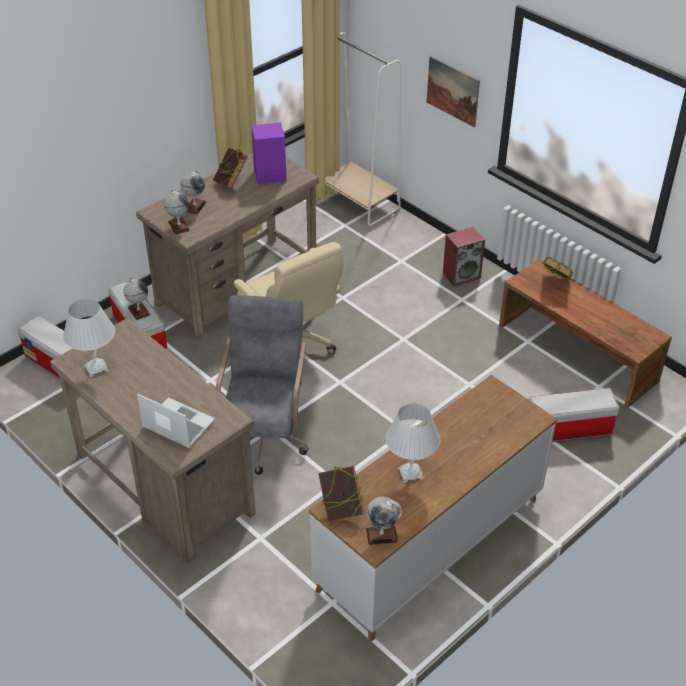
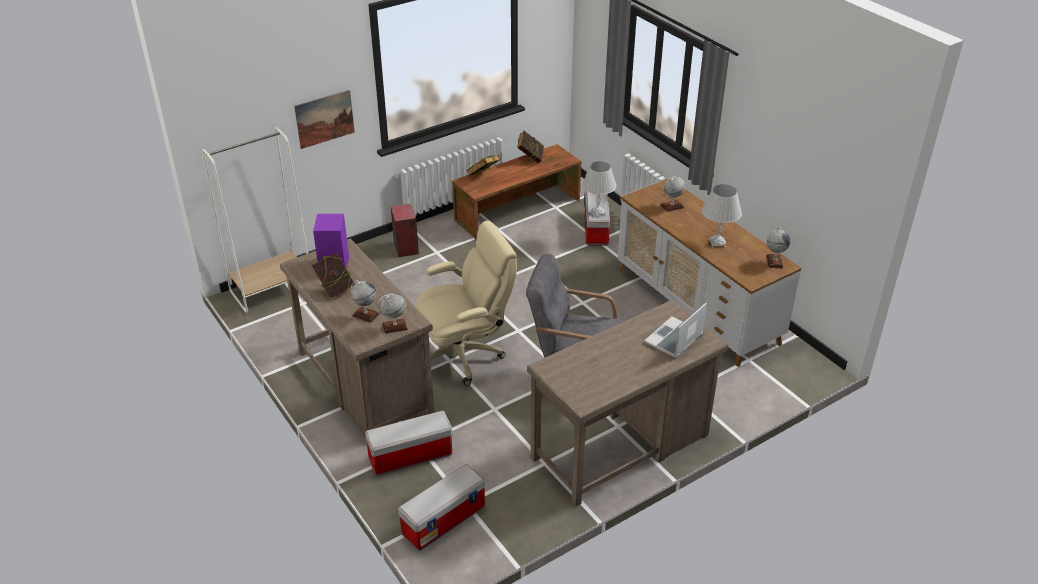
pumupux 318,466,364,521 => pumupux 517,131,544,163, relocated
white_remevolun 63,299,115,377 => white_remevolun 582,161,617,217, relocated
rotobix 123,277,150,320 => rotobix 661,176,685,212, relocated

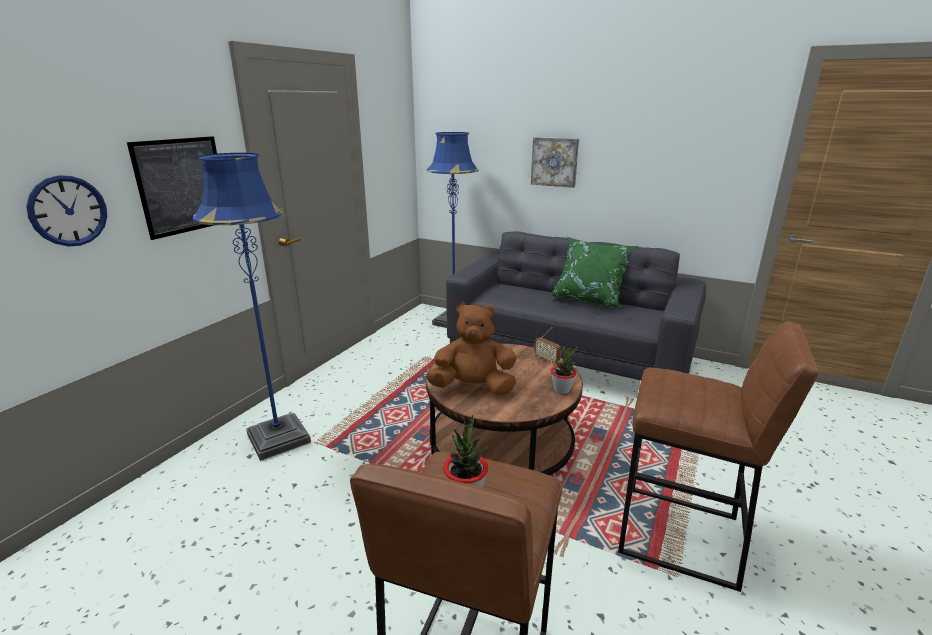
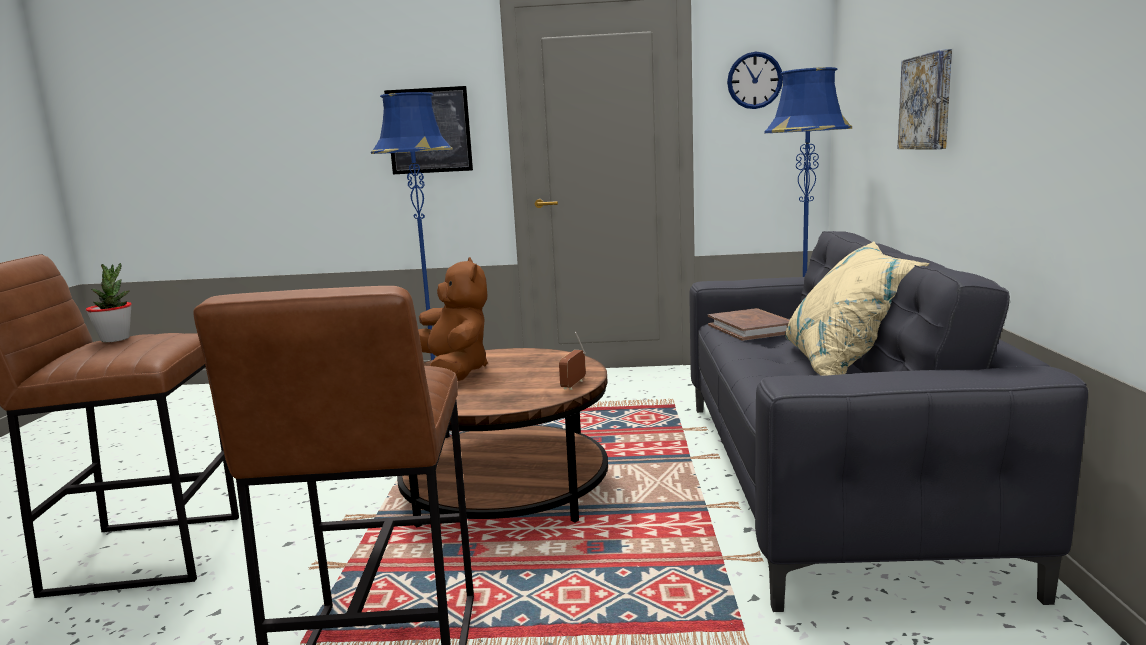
nothing => brown_pumupux 708,308,790,341
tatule 26,175,107,247 => tatule 727,52,783,109, relocated
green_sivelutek 549,237,638,309 => beige_sivelutek 785,241,930,375
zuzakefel 551,346,578,394 => nothing

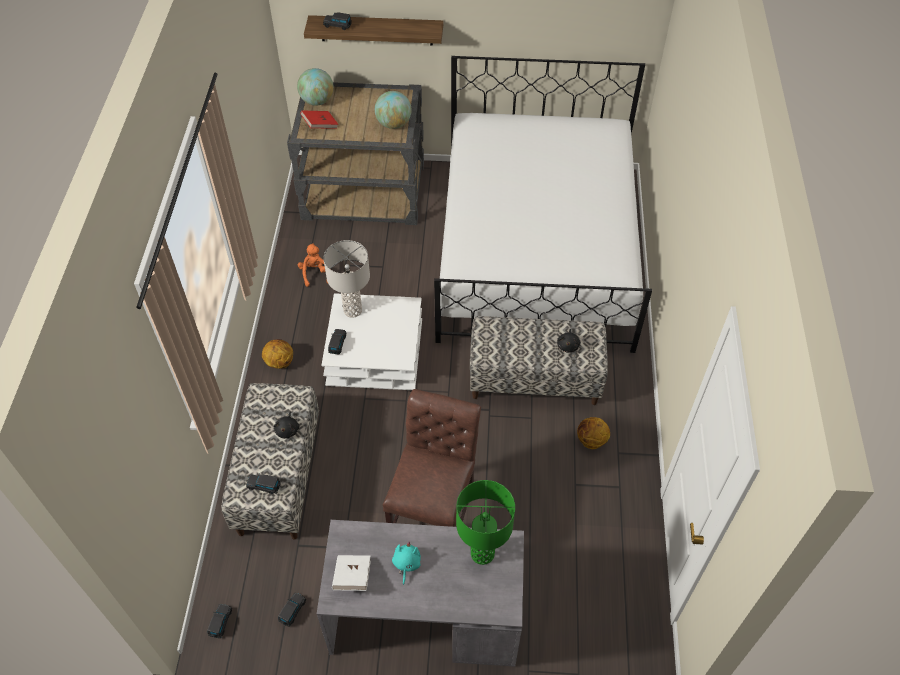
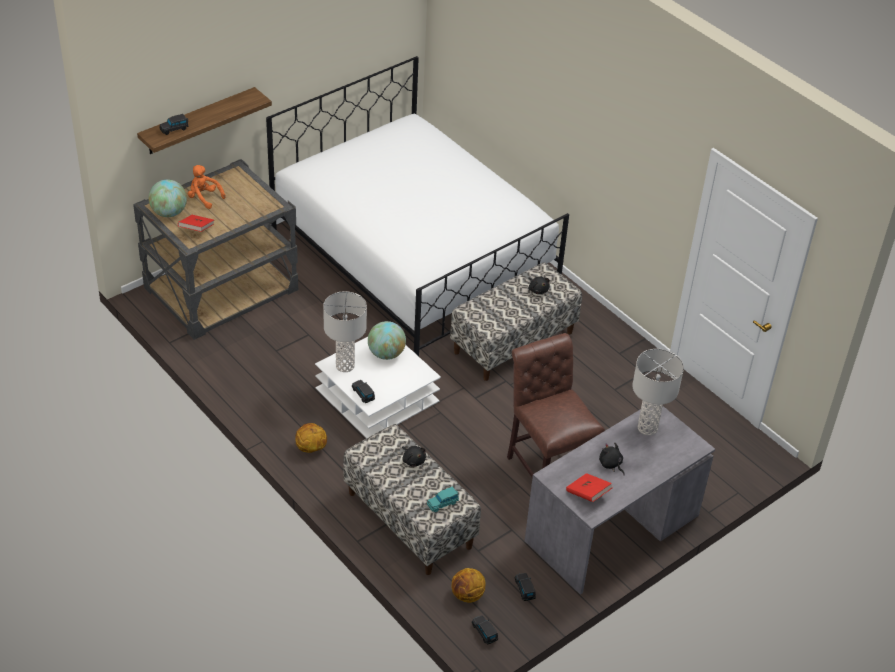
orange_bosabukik 298,243,328,287 => orange_bosabukik 188,165,226,209, relocated
rotobix 375,91,411,129 => rotobix 368,321,406,360, relocated
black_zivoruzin 246,474,281,494 => turquoise_zivoruzin 427,486,459,512
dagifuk 577,417,610,449 => dagifuk 451,568,486,603, relocated
white_pumupux 332,555,371,591 => red_pumupux 566,473,612,502
turquoise_bosabukik 392,541,421,585 => black_bosabukik 599,443,625,475
green_remevolun 456,480,515,565 => white_remevolun 632,349,684,435

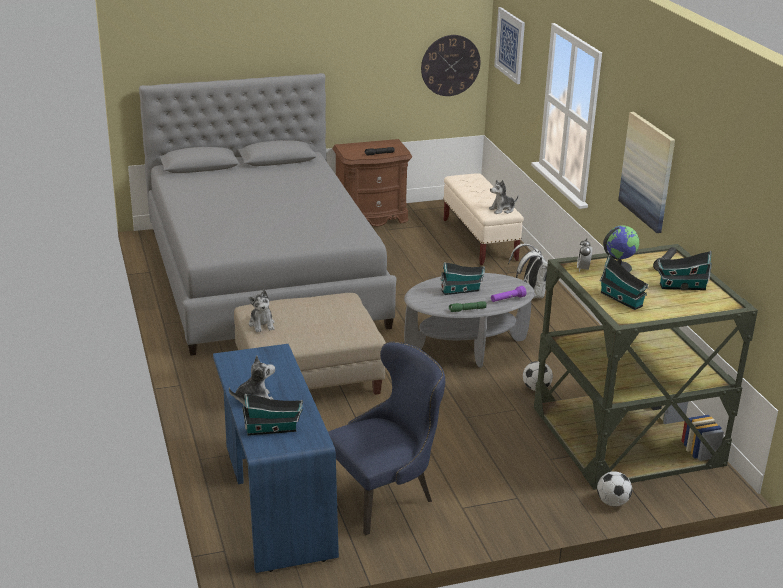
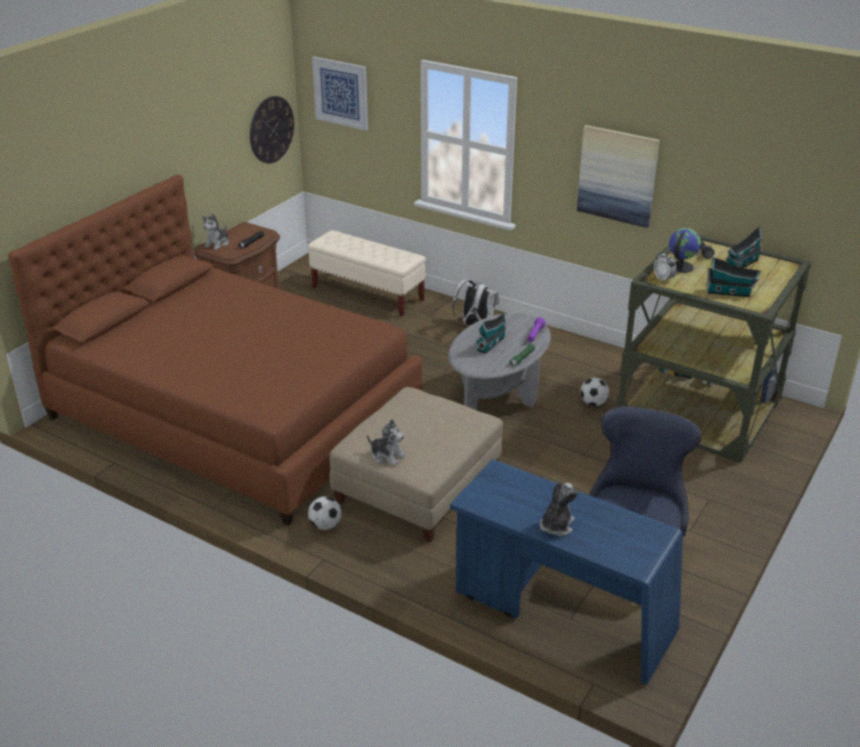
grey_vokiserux 139,73,396,356 => brown_vokiserux 8,175,422,525
bosabukik 489,180,519,214 => bosabukik 203,214,229,250, relocated
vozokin 597,471,632,507 => vozokin 308,496,342,530, relocated
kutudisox 242,393,303,436 => nothing

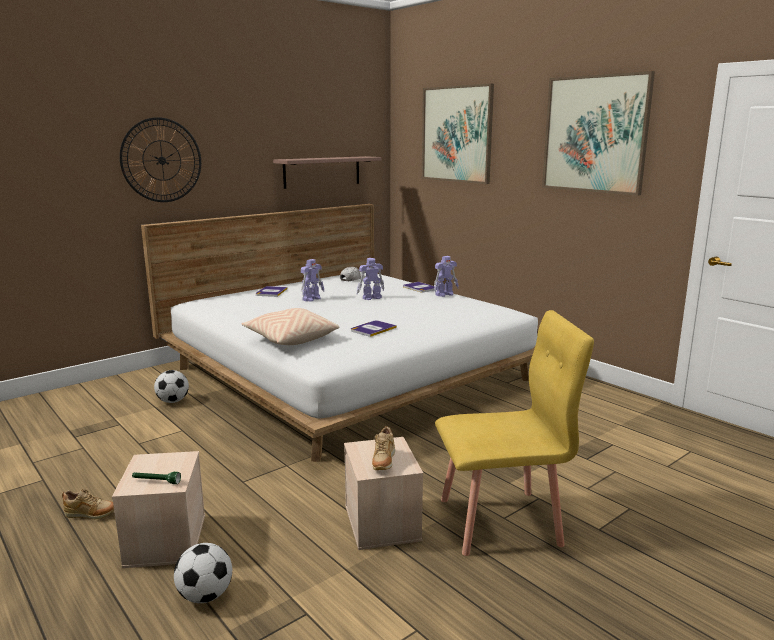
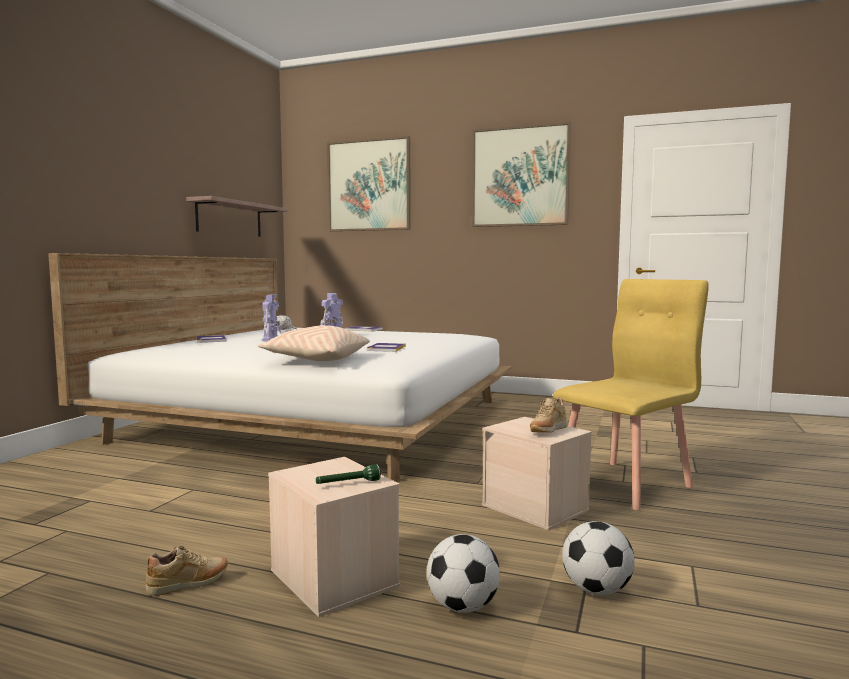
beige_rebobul 372,426,395,470 => beige_rebobul 530,398,567,432, 60 degrees clockwise
vozokin 154,370,189,403 => vozokin 562,521,635,595, relocated
tatule 120,117,201,202 => nothing
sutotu 434,256,459,297 => nothing

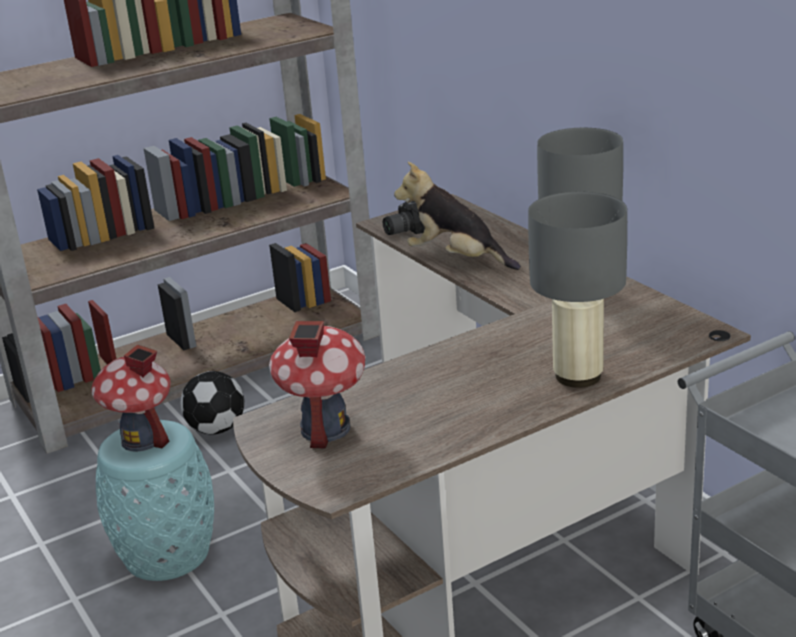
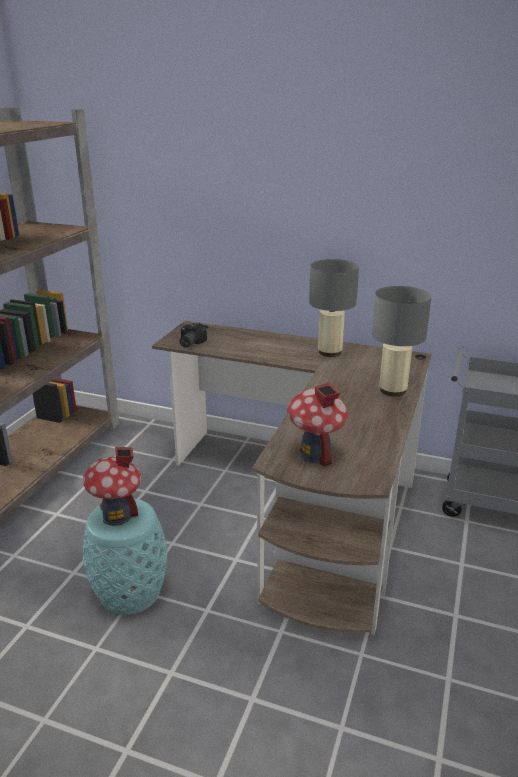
vozokin 181,371,244,435 => nothing
bosabukik 394,162,521,270 => nothing

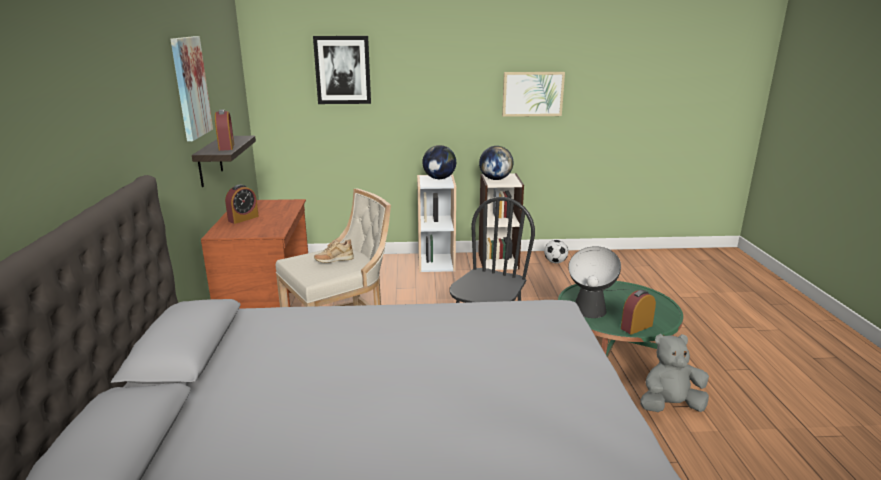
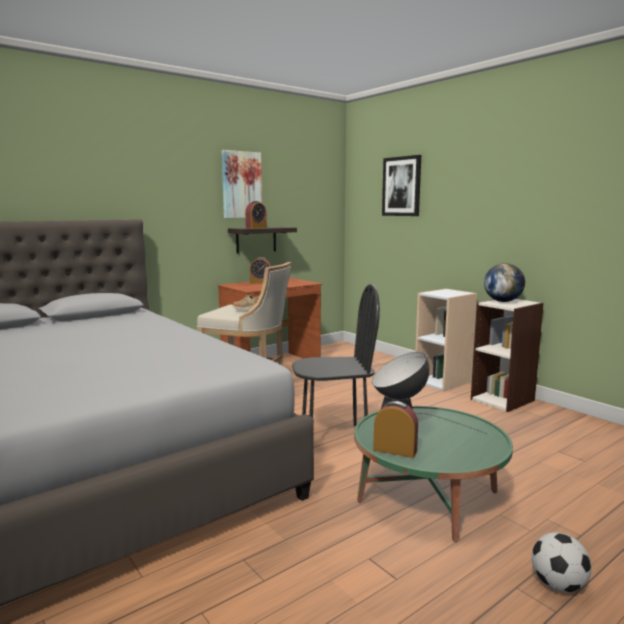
vozokin 544,240,568,263 => vozokin 532,532,592,592, relocated
rotobix 422,145,456,179 => nothing
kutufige 502,72,565,117 => nothing
grey_bosabukik 640,334,709,412 => nothing

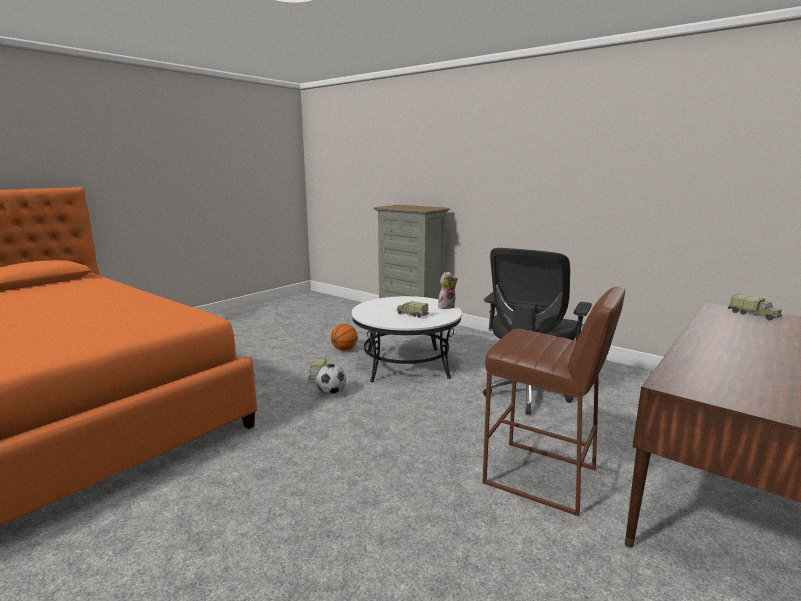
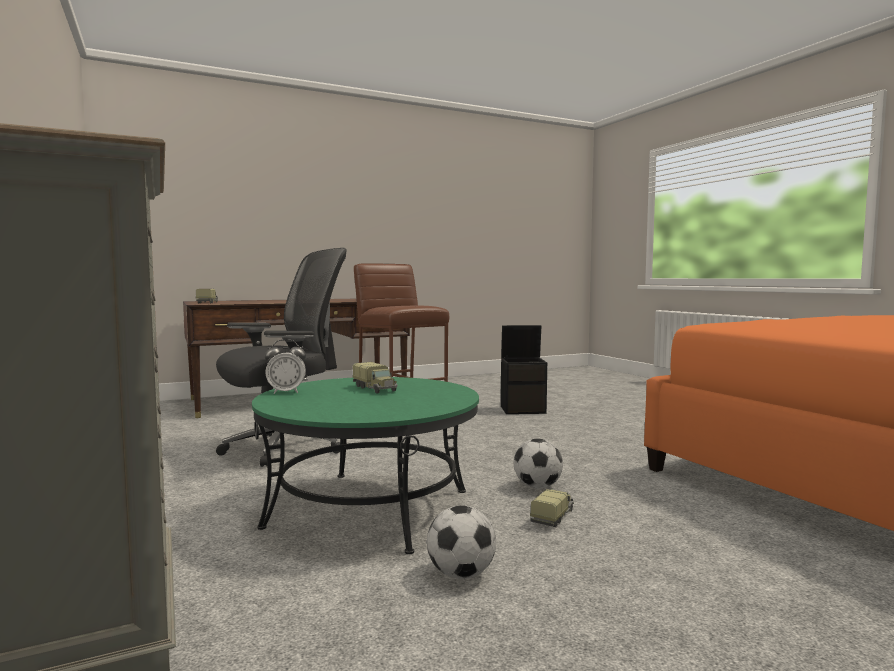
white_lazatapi 352,296,462,382 => green_lazatapi 252,377,479,554
bosabukik 438,272,458,309 => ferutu 265,339,306,394
dagifuk 331,324,358,351 => vozokin 427,505,496,579
nothing => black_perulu 501,325,547,414

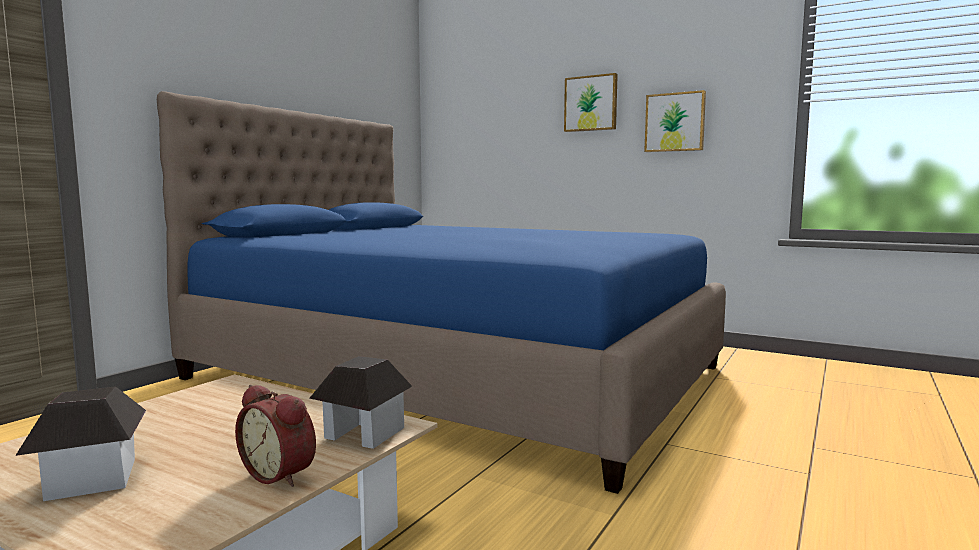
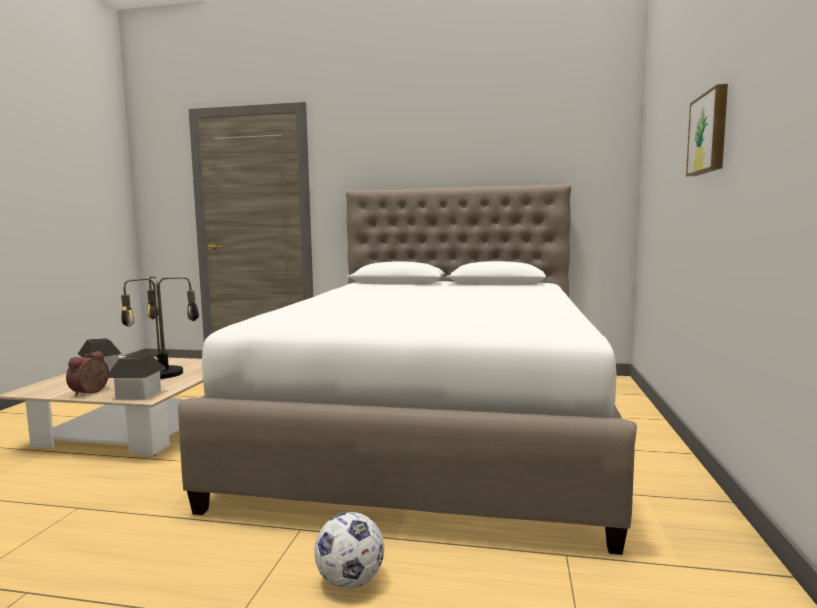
nothing => remevolun 121,276,199,379
blue_vokiserux 157,91,726,494 => white_vokiserux 178,184,637,555
nothing => vozokin 314,512,384,588
kutufige 644,90,706,152 => nothing

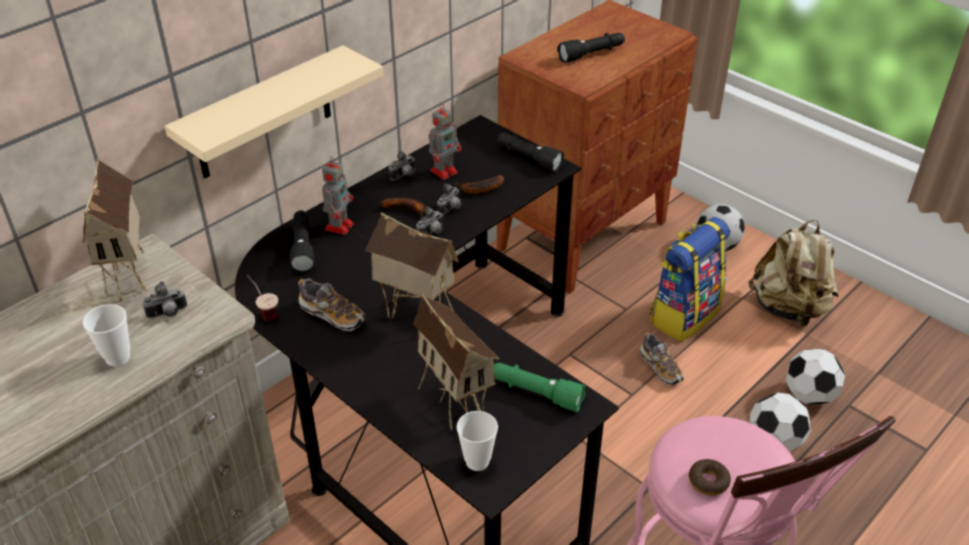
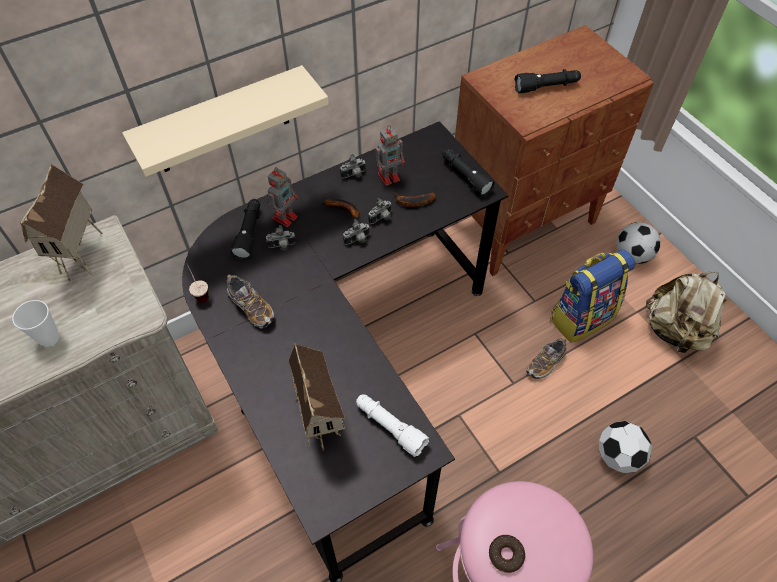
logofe 142,281,187,319 => logofe 266,225,296,250, relocated
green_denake 494,363,586,412 => white_denake 356,394,429,457
rebobul 640,332,684,385 => rebobul 526,338,567,379, 60 degrees clockwise
kutudisox 365,212,459,318 => nothing
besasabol 456,411,498,471 => nothing
vozokin 786,349,845,405 => nothing

